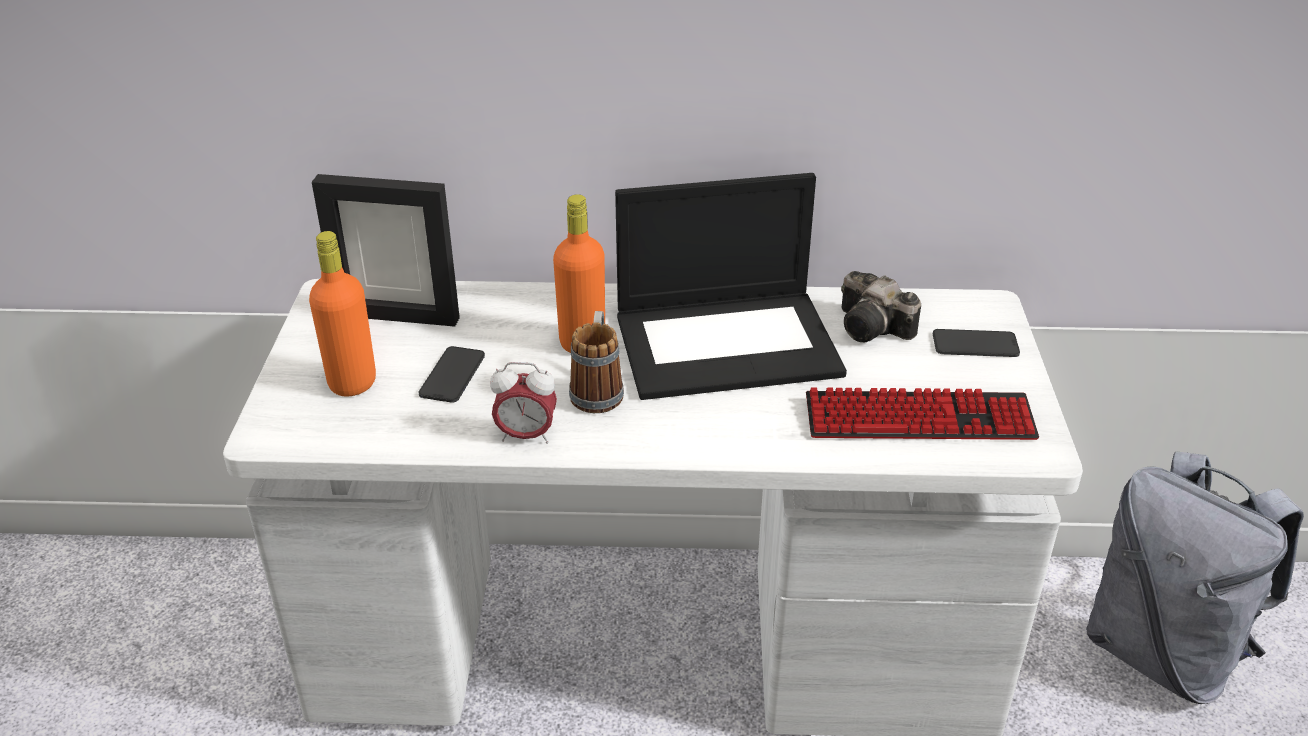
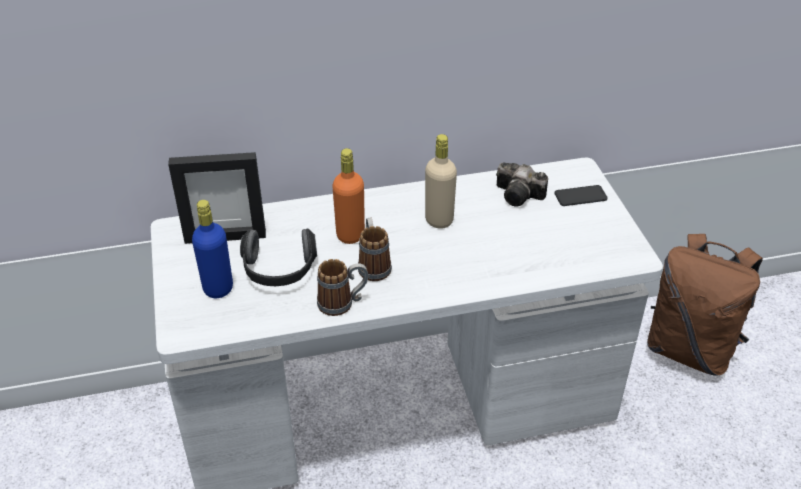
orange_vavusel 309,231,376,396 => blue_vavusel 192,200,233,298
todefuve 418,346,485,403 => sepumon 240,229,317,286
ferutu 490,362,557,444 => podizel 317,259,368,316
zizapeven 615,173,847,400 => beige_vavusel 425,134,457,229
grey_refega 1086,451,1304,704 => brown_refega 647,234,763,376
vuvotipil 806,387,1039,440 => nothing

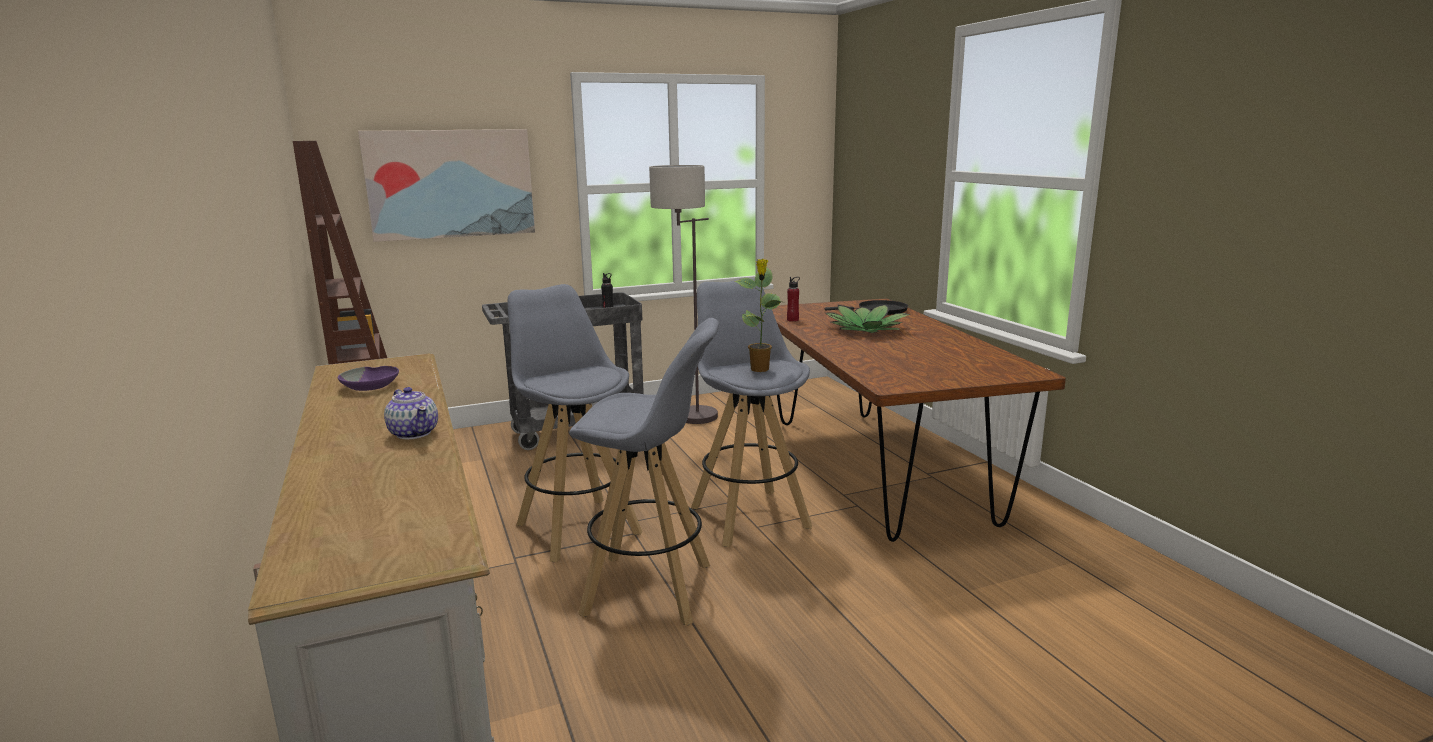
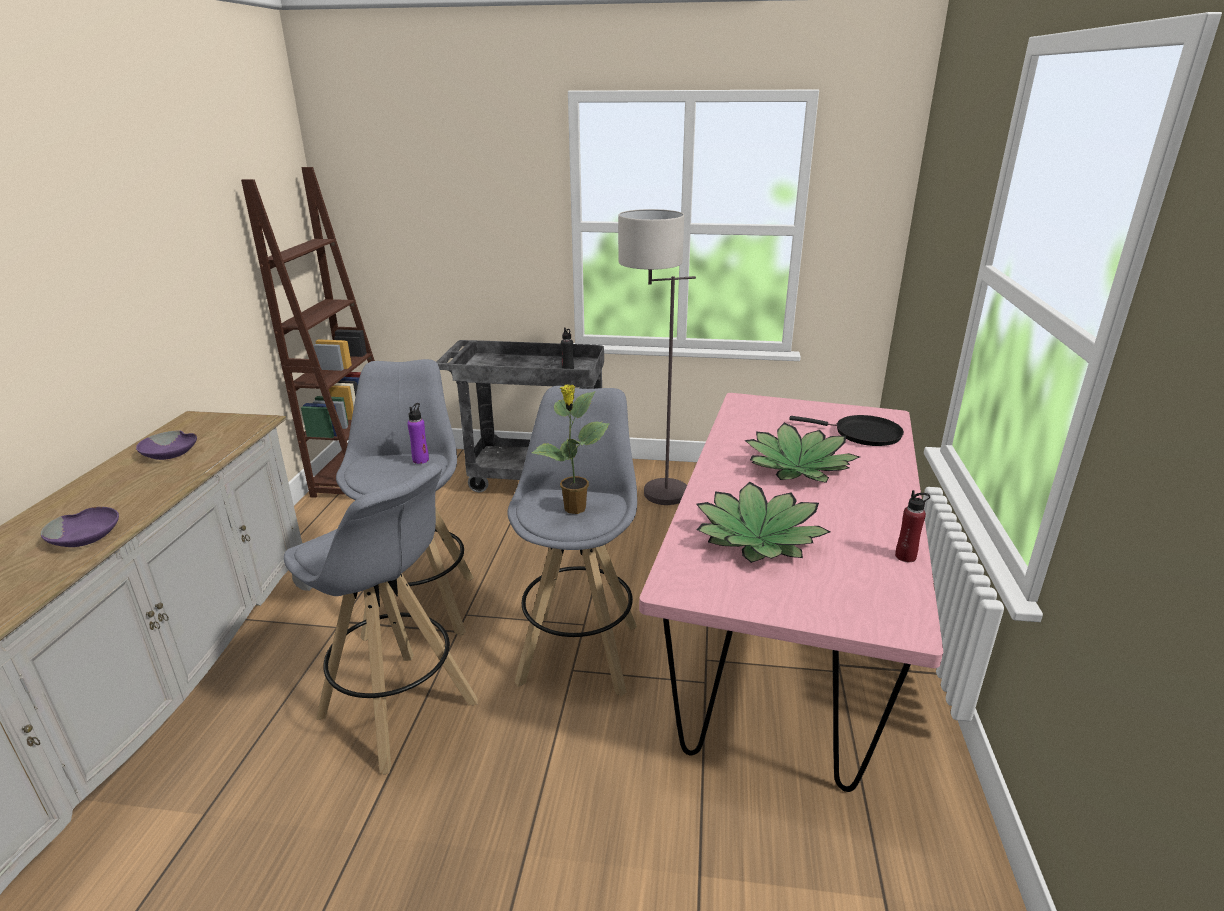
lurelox 384,387,438,439 => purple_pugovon 41,507,119,547
nothing => purple_vavusel 407,403,429,464
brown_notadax 772,299,1066,542 => pink_notadax 639,393,943,792
nothing => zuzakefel 696,482,831,563
red_vavusel 787,277,800,322 => red_vavusel 895,490,930,562, relocated
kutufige 358,129,535,242 => nothing

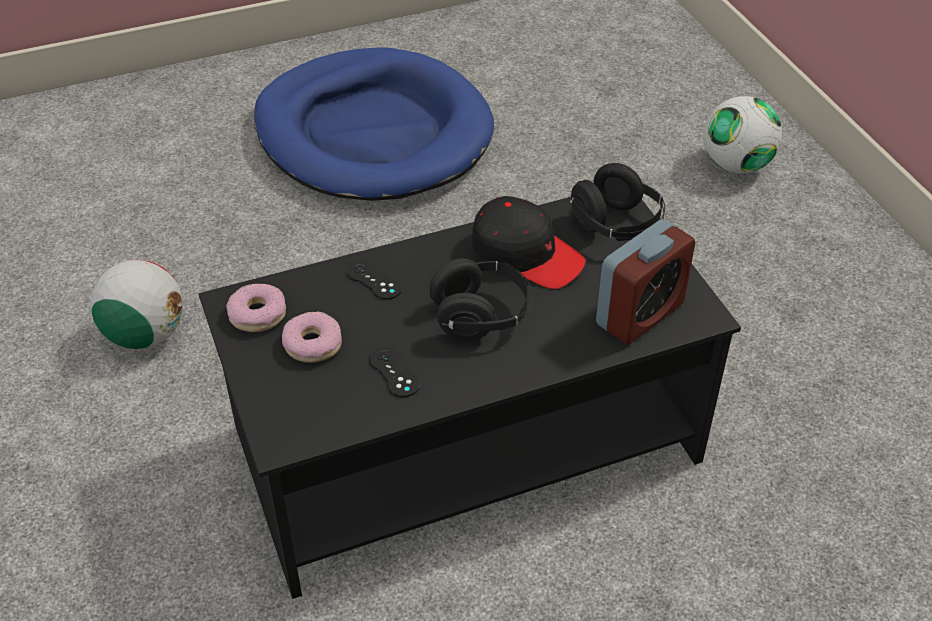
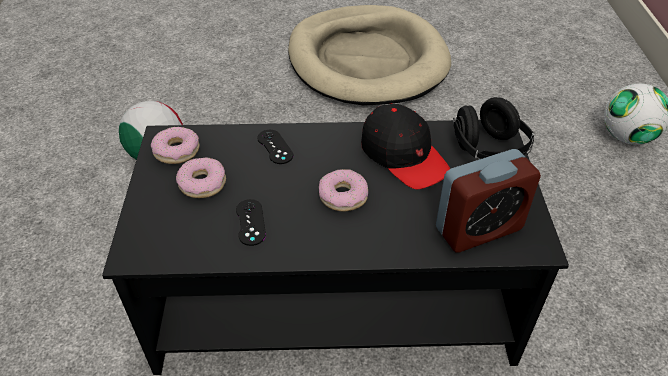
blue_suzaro 254,47,494,201 => beige_suzaro 288,5,451,106
black_sepumon 429,258,532,340 => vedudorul 319,169,368,211

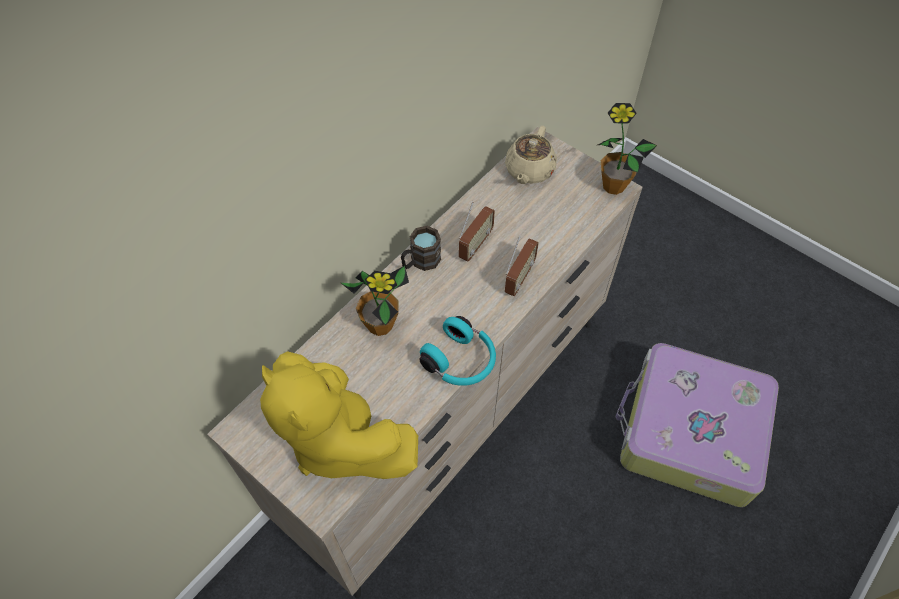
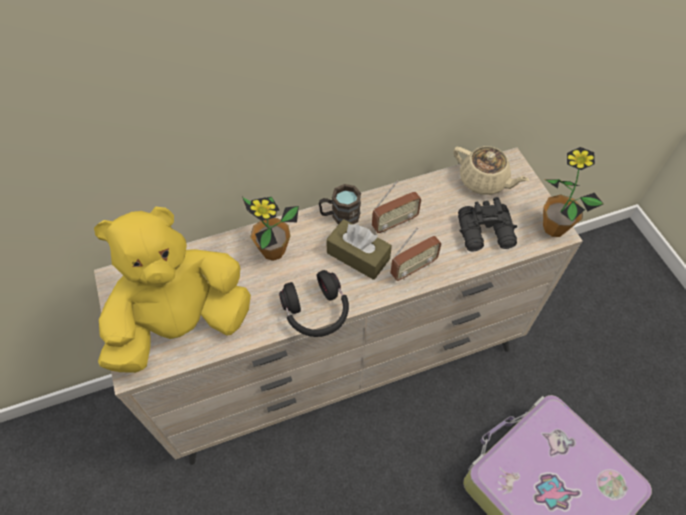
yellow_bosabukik 260,351,418,479 => yellow_bosabukik 94,206,251,373, 75 degrees clockwise
turquoise_sepumon 419,316,496,386 => black_sepumon 279,270,349,337
nothing => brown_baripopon 326,219,392,280
beige_lurelox 505,126,557,184 => beige_lurelox 453,146,529,195, 105 degrees counterclockwise
nothing => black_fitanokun 458,197,517,251

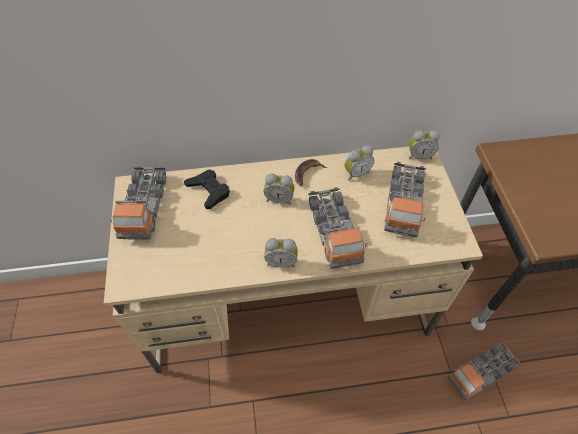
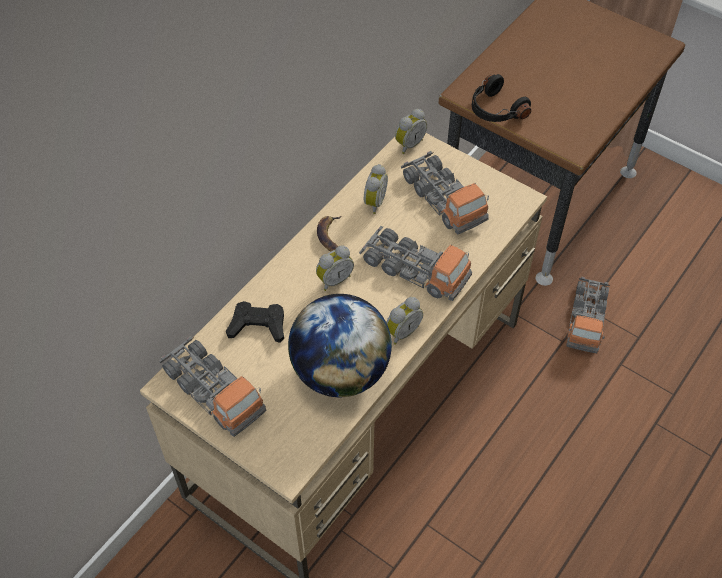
nothing => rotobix 288,294,392,397
nothing => black_sepumon 472,74,531,122

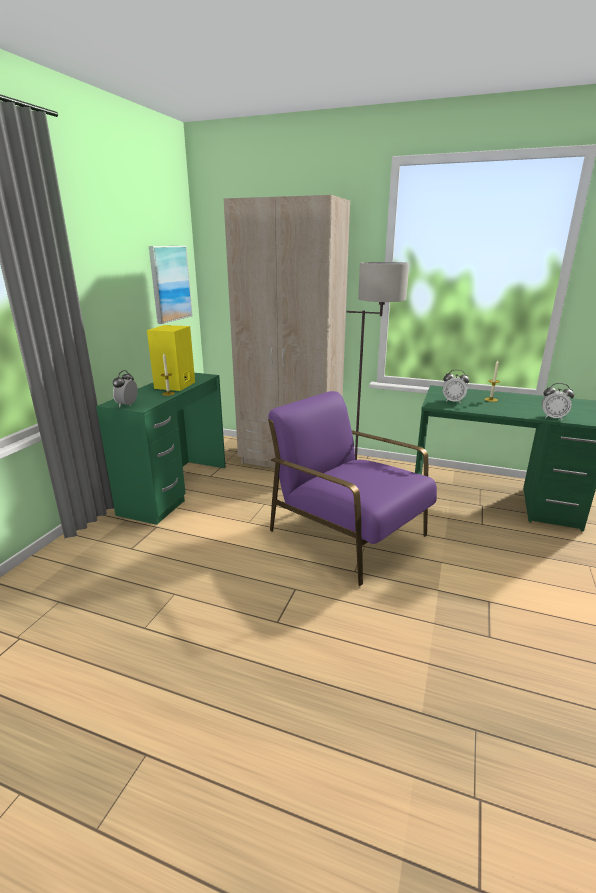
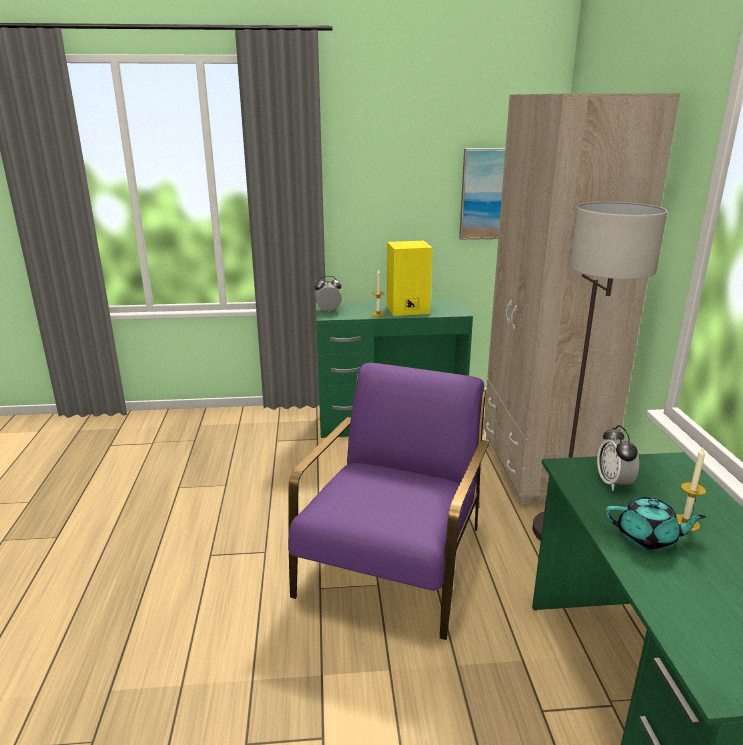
nothing => turquoise_lurelox 605,497,706,551
ferutu 541,383,574,420 => nothing

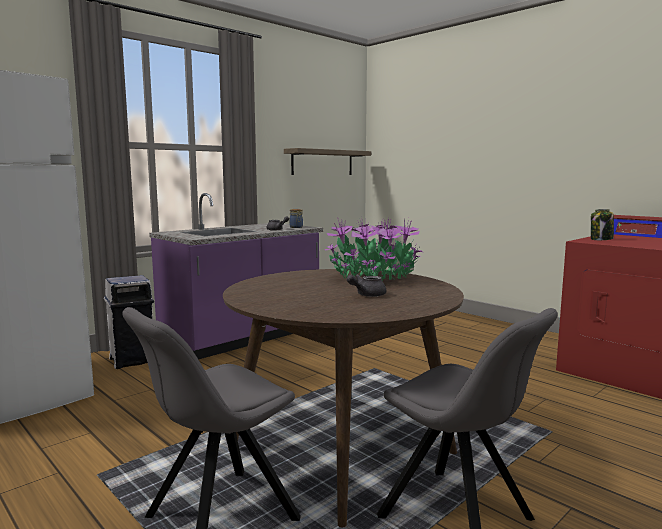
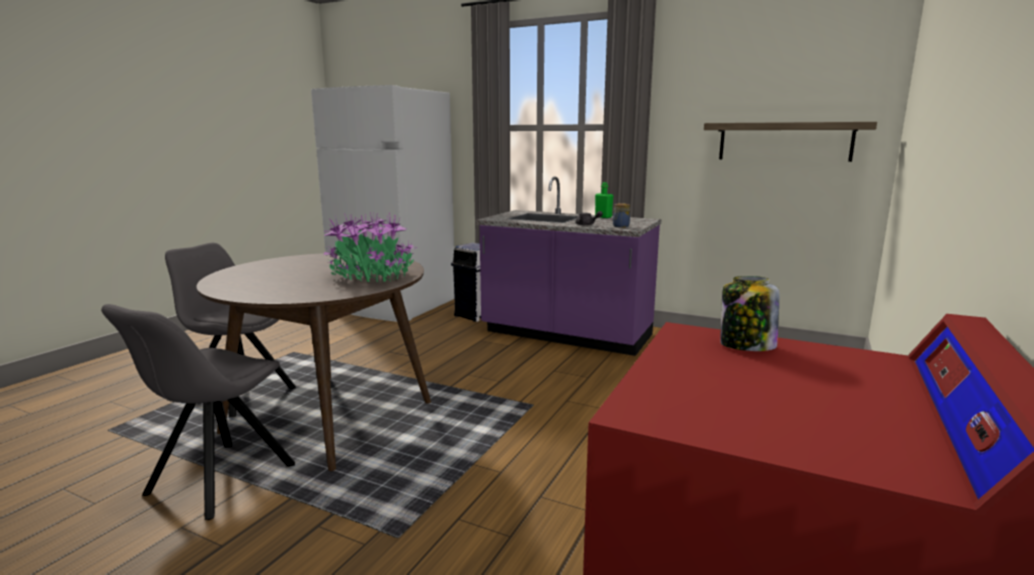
nothing => green_vavusel 595,182,613,218
grey_lurelox 347,274,387,297 => nothing

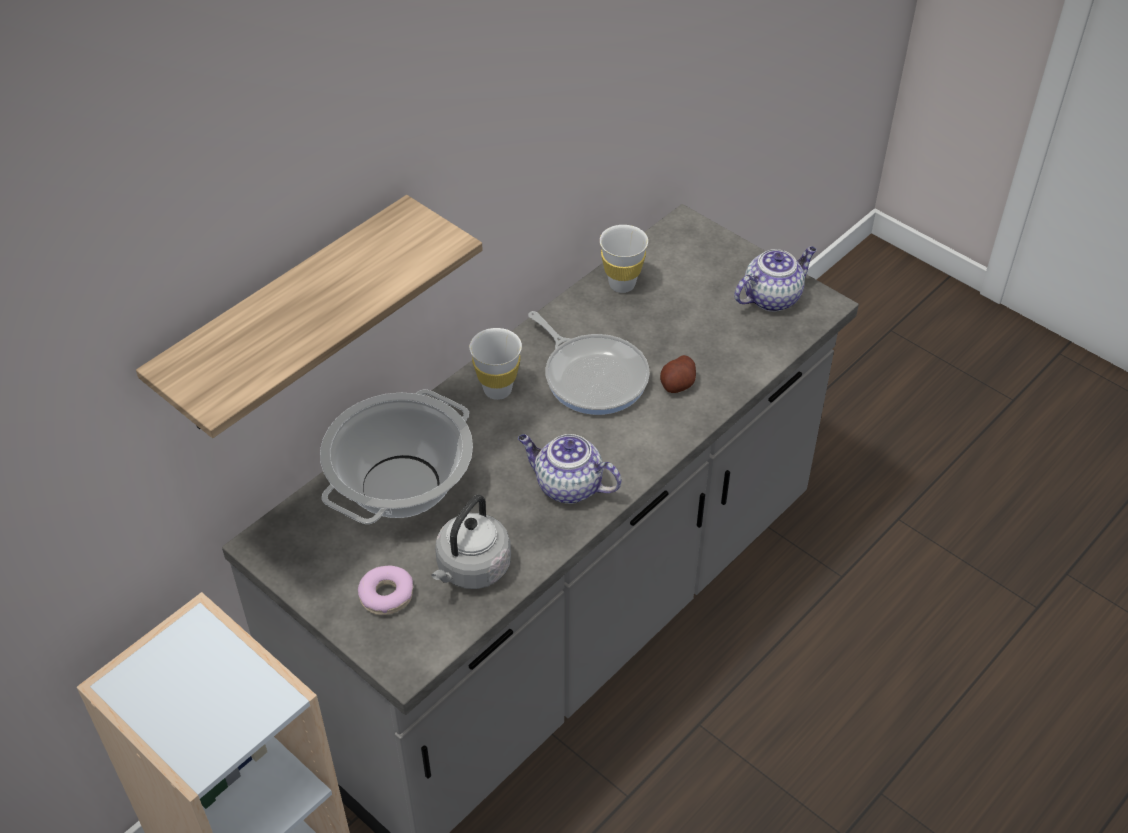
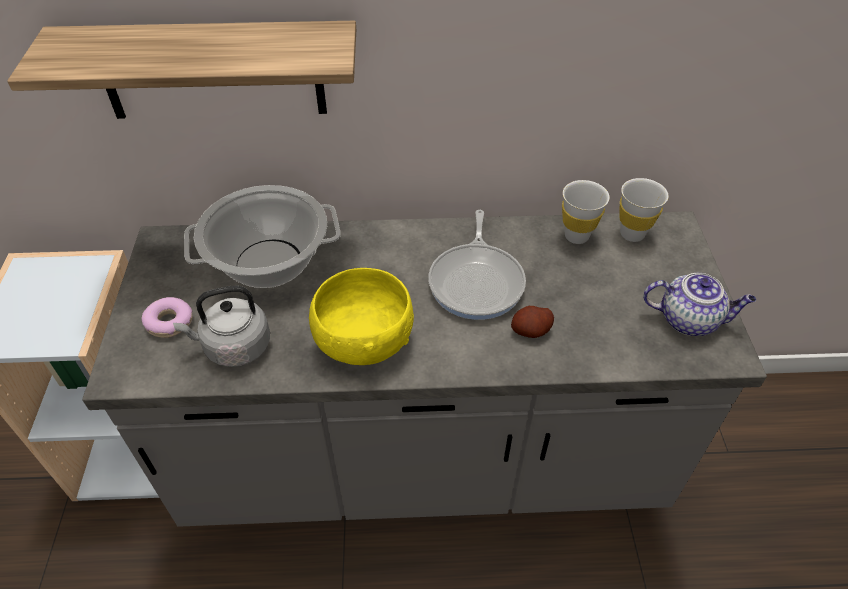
lurelox 518,434,622,504 => yellow_pugovon 309,268,414,365
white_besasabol 470,328,522,400 => white_besasabol 619,178,669,242, relocated

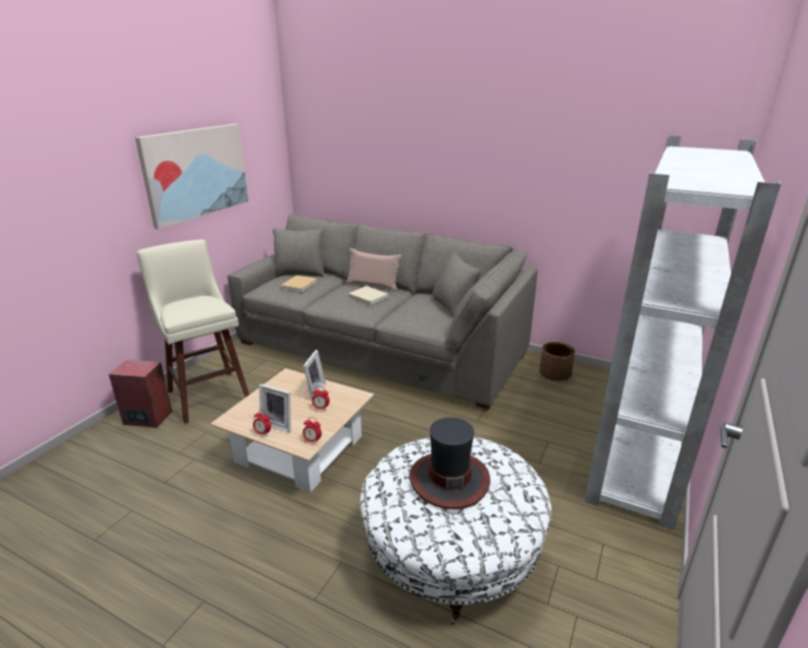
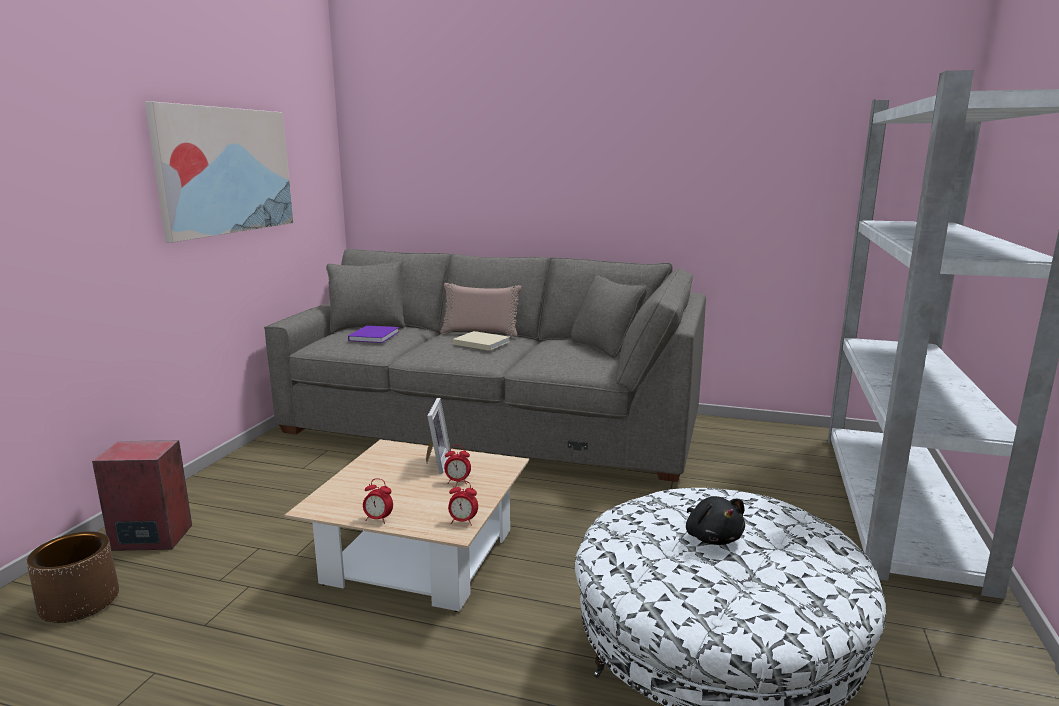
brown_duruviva 539,342,575,381 => brown_duruviva 26,531,119,623, relocated
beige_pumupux 281,275,318,292 => purple_pumupux 348,325,399,343
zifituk 409,418,490,509 => black_bosabukik 686,496,745,545
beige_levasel 137,239,250,423 => nothing
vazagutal 259,384,291,433 => nothing

